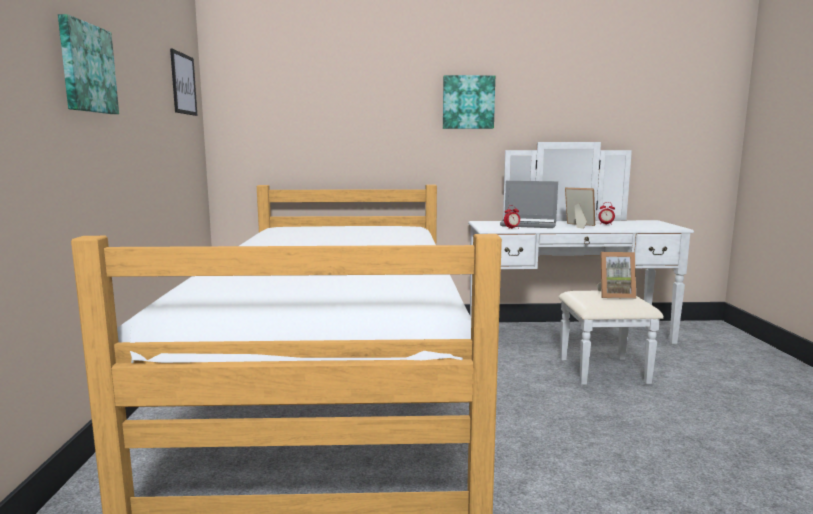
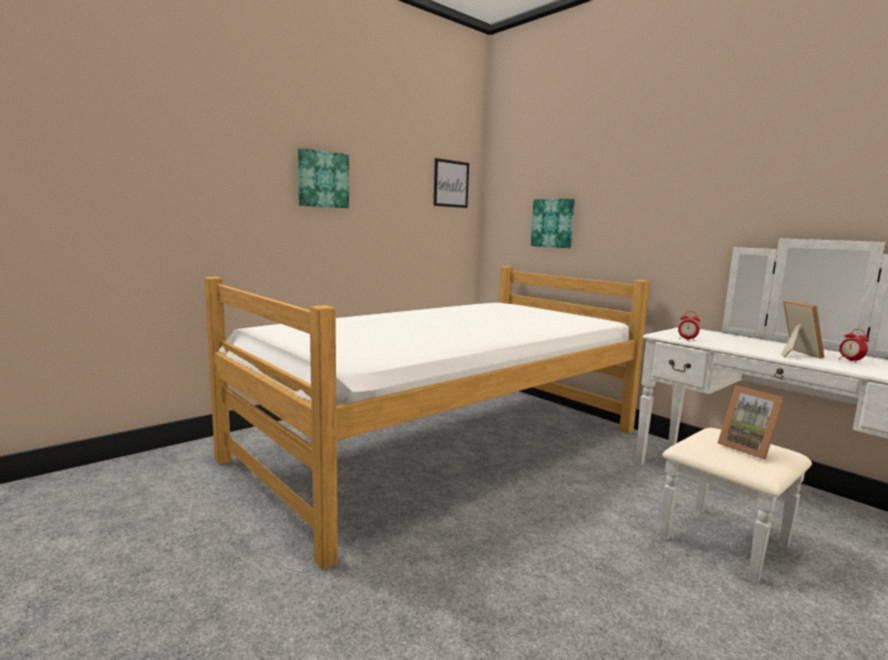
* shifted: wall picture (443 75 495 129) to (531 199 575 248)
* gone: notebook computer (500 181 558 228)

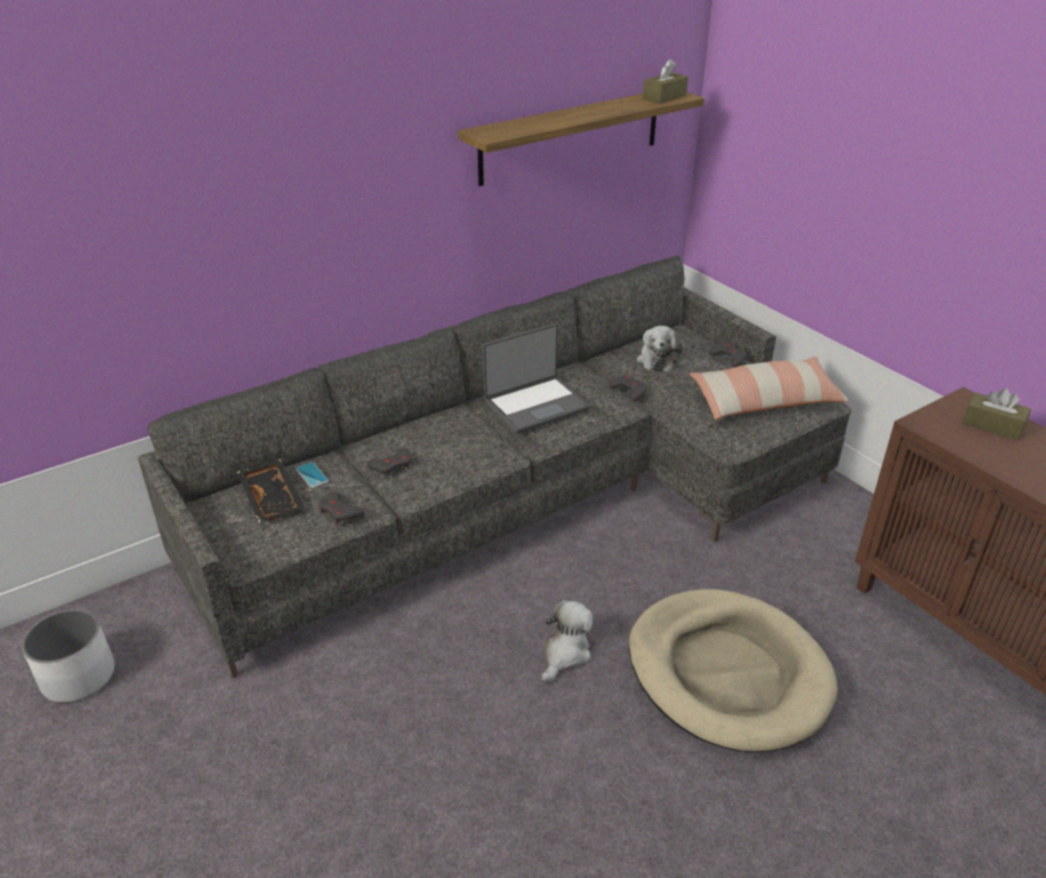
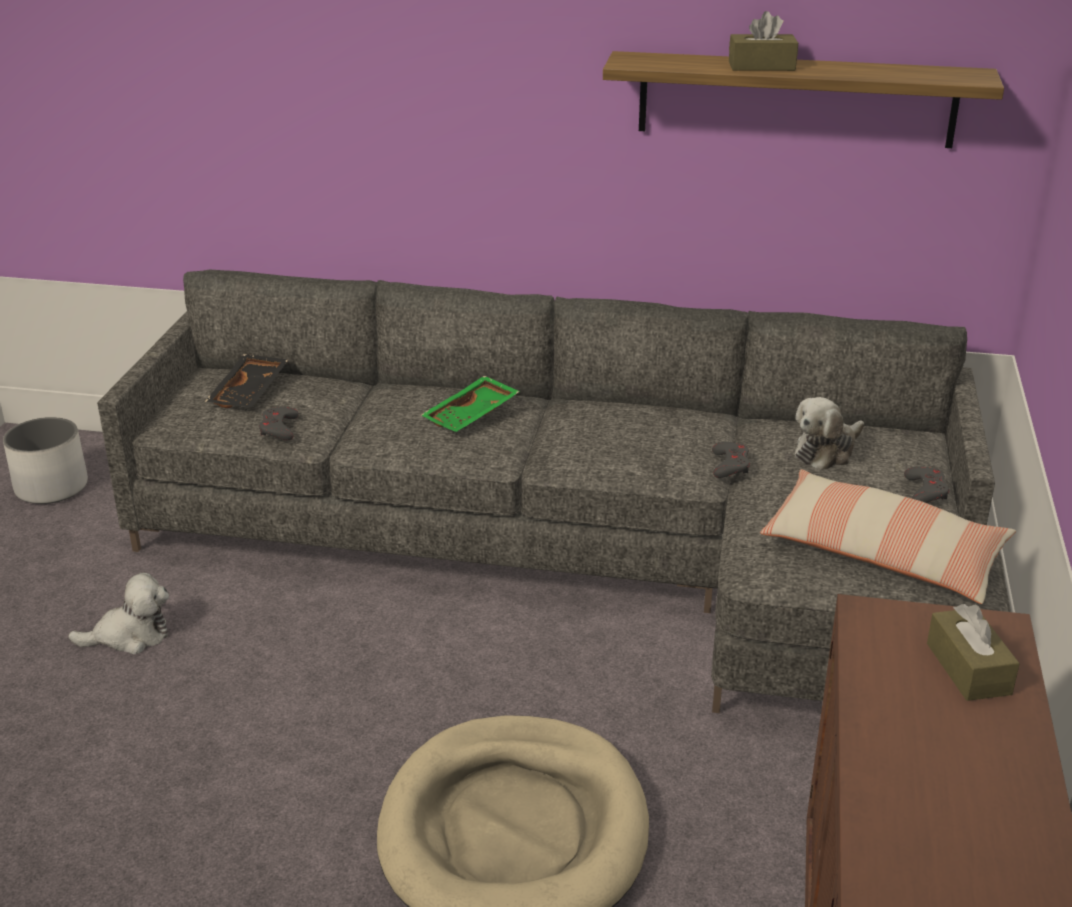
* gone: handset (296 462 329 488)
* gone: joypad/greyish (367 448 412 476)
* gone: notebook computer (483 323 589 434)
* shifted: soft toy (542 600 593 683) to (68 573 169 654)
* shifted: tissue box/brown (643 59 688 104) to (729 11 798 71)
* new: carrying tray/greenish (421 376 520 432)

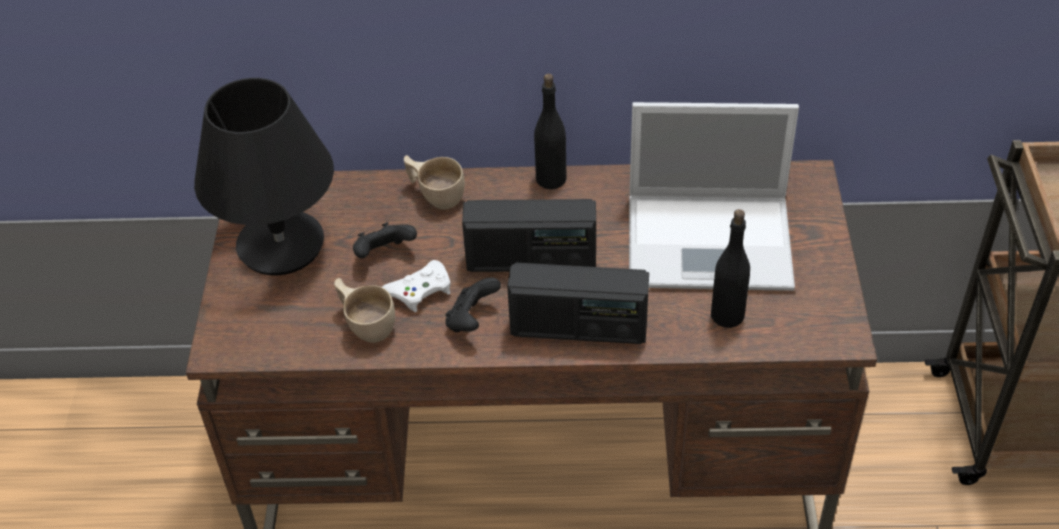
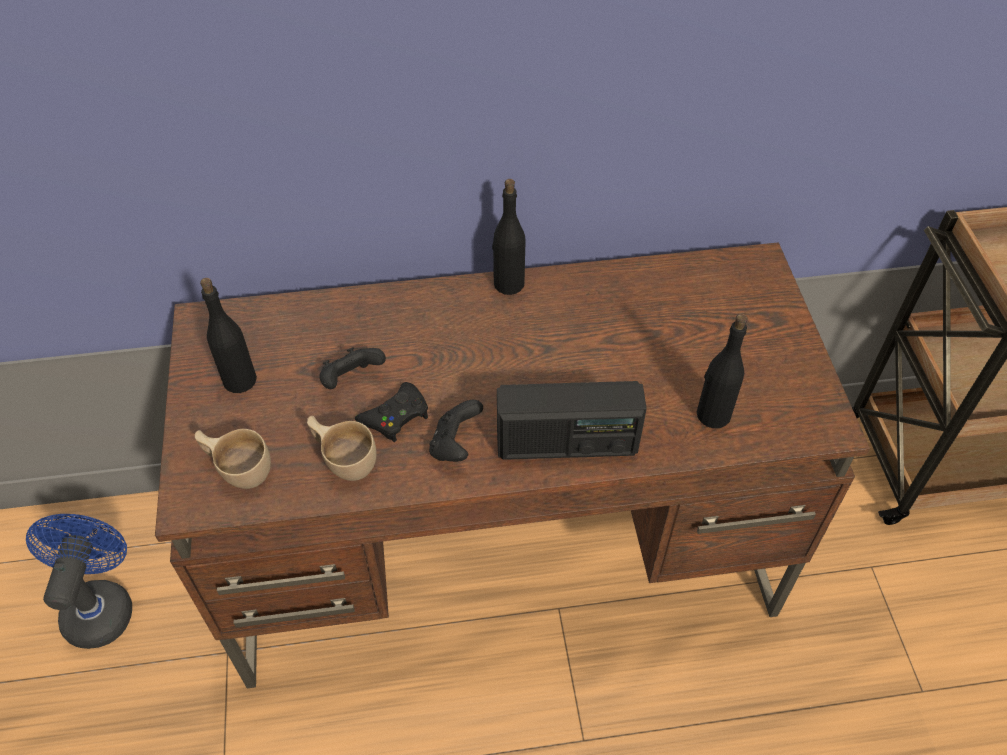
* swapped: table lamp/blackish (194 78 334 275) to beverage bottle/blackish (200 278 257 393)
* repainted: joypad/white (382 260 451 312) to joypad/blackish (355 382 428 442)
* shifted: cup/beige (404 155 465 209) to (195 429 271 489)
* gone: radio set (462 199 596 272)
* gone: notebook computer (629 102 799 291)
* new: fan/blue (26 514 132 649)

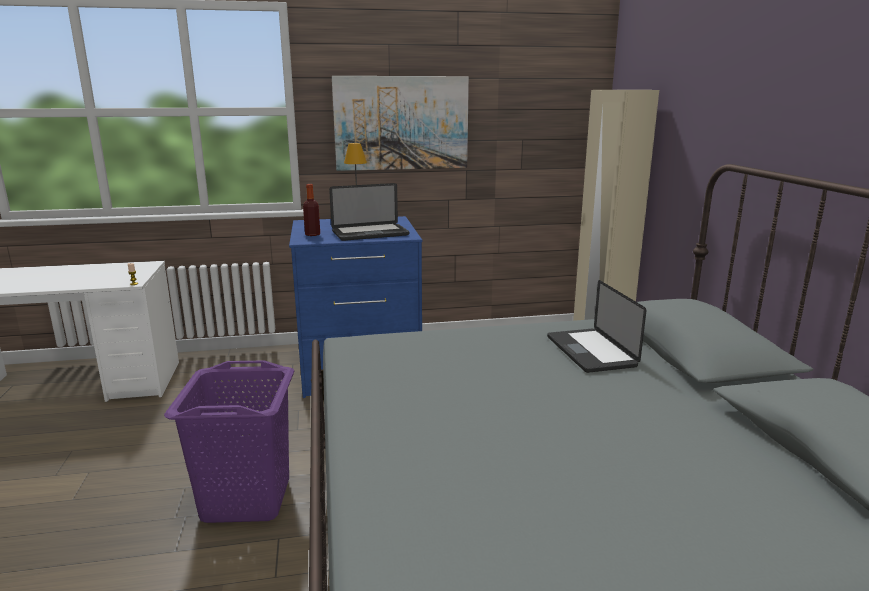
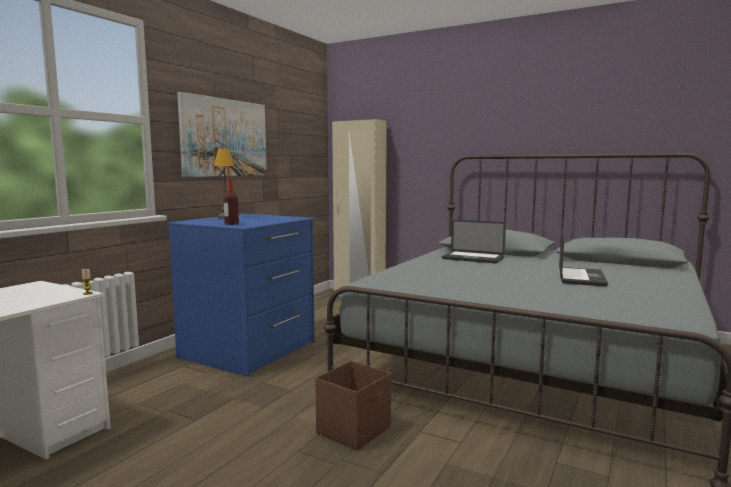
* swapped: hamper/purplish (164 360 294 523) to storage container/brown (315 361 391 450)
* shifted: notebook computer (329 183 410 241) to (559 230 608 286)

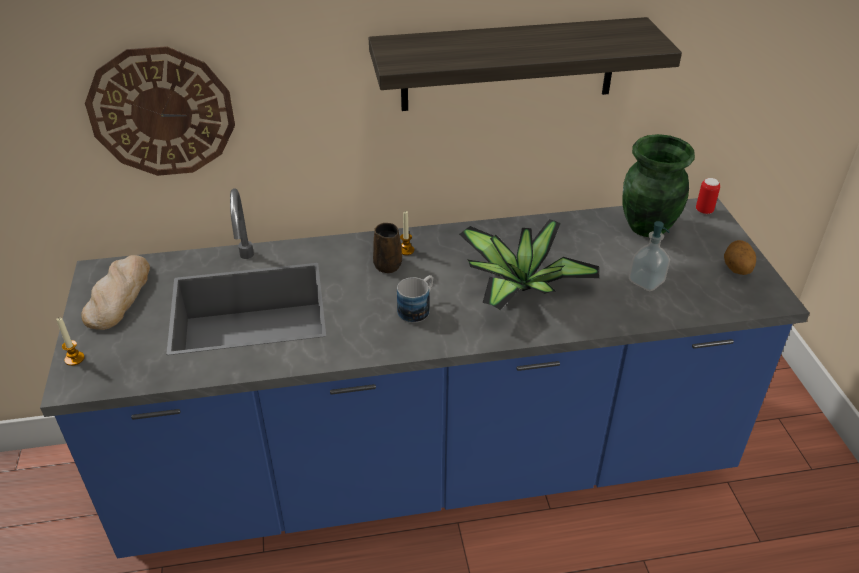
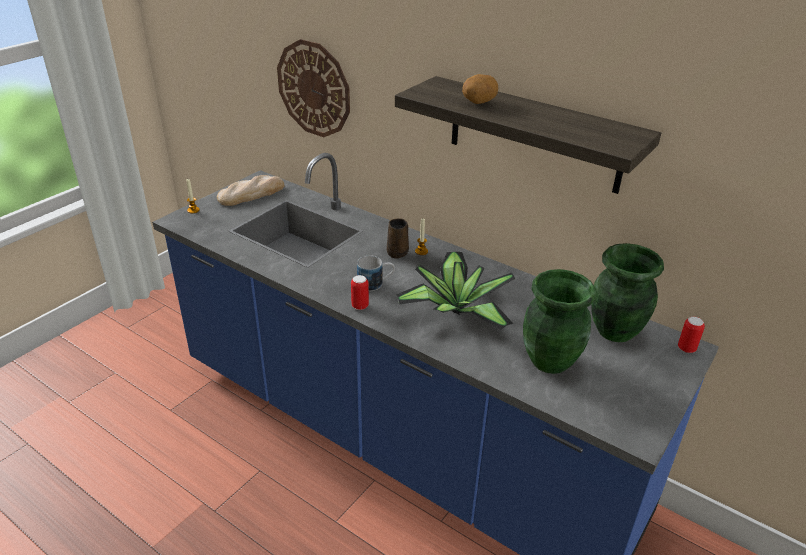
* swapped: liquid soap bottle (629 221 670 291) to flower vase/greenish (523 269 596 374)
* shifted: spud (724 240 756 275) to (462 74 498 104)
* new: metal can (351 275 369 310)

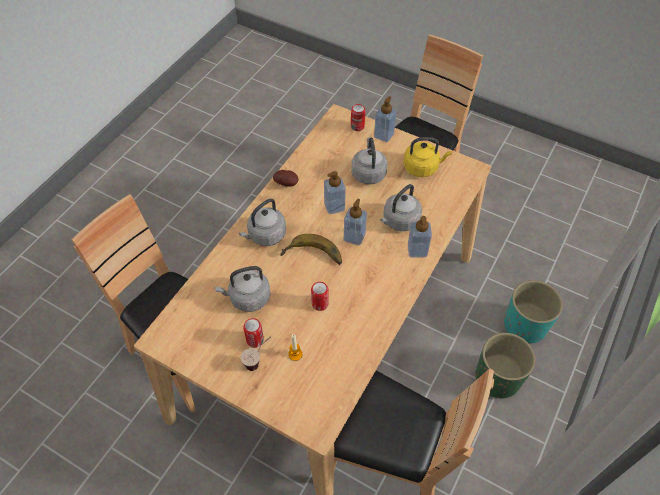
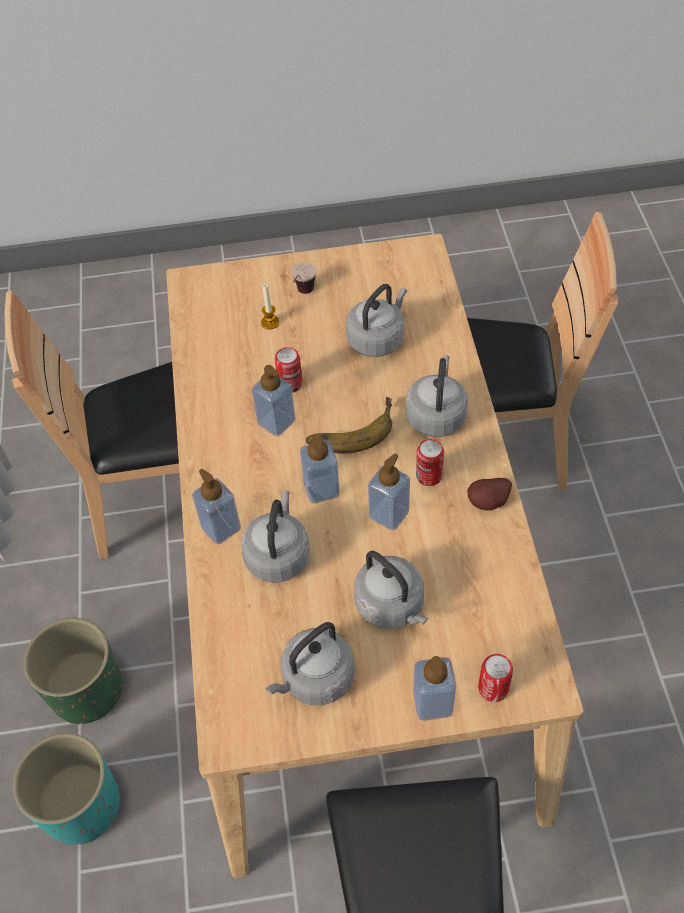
* shifted: metal can (243 318 264 348) to (416 439 444 486)
* repainted: kettle/yellow-coloured (404 137 452 177) to kettle/greyish (265 622 354 705)
* new: liquid soap bottle (252 365 295 436)

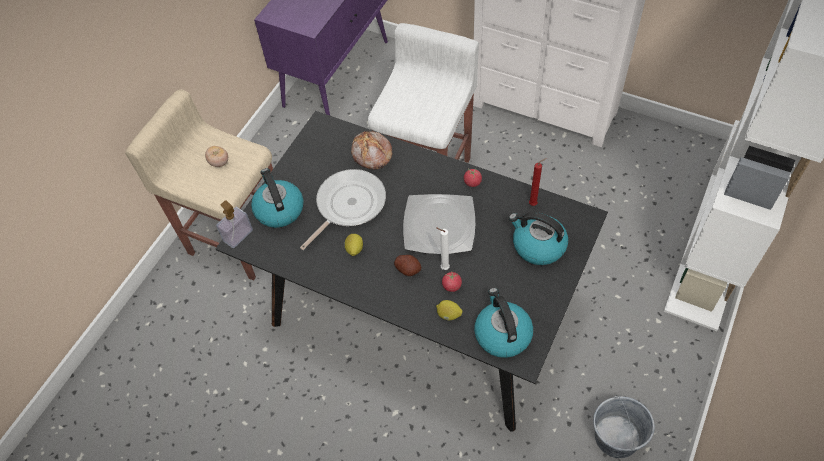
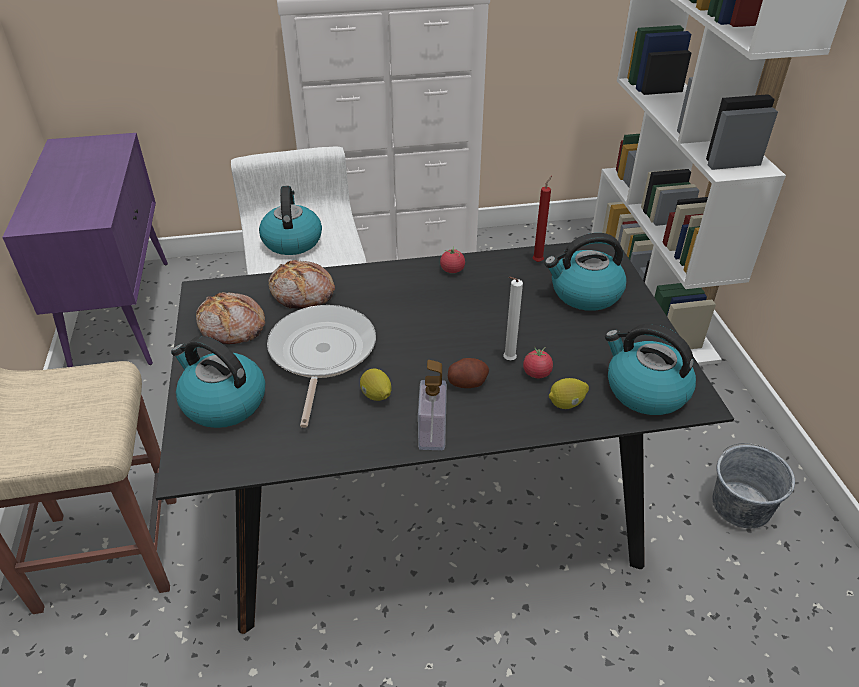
* gone: whole tomato (205 146 228 167)
* shifted: liquid soap bottle (216 200 253 248) to (418 360 447 450)
* gone: plate (403 194 476 254)
* new: bread (196 292 266 344)
* new: kettle (259 186 322 255)

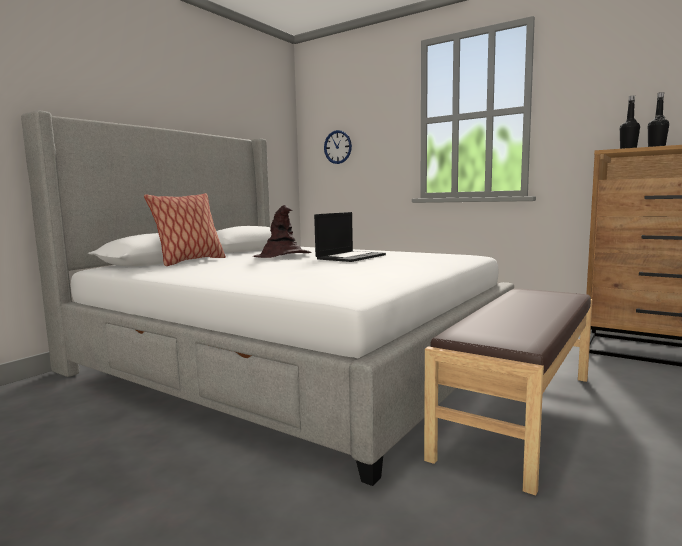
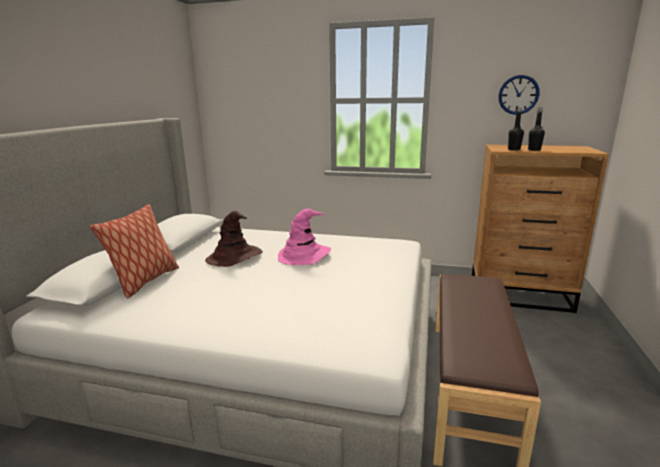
* swapped: notebook computer (314 212 386 262) to clothing hat/pinkish (278 209 331 265)
* shifted: clock on the wall (324 130 352 164) to (498 75 540 115)

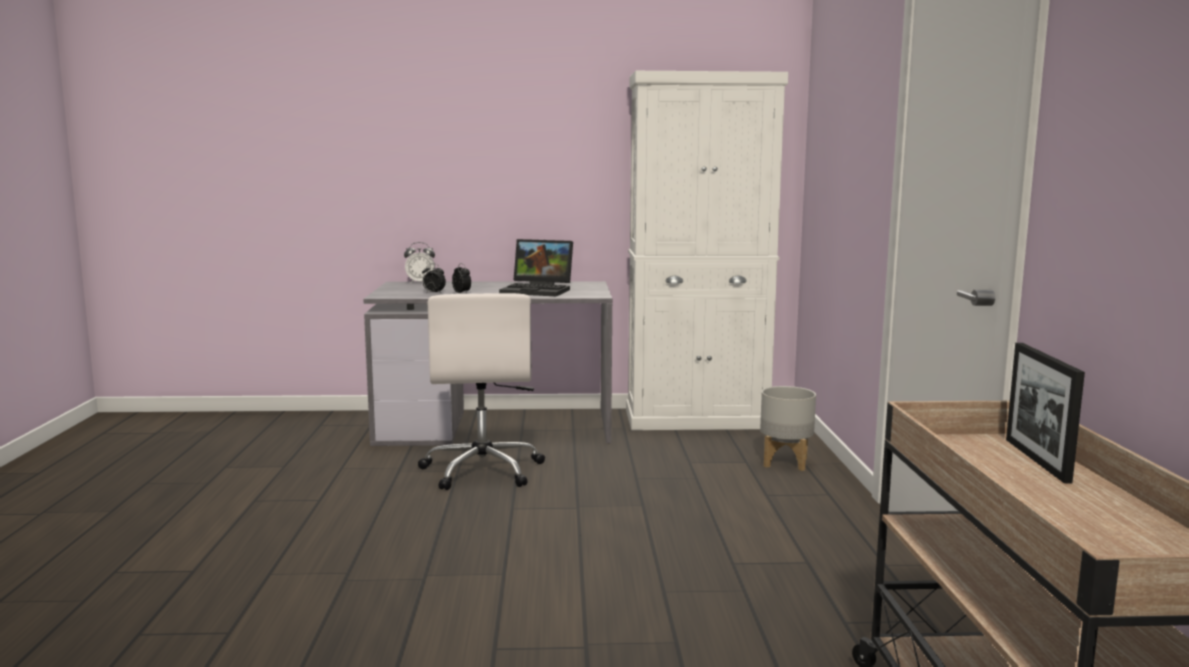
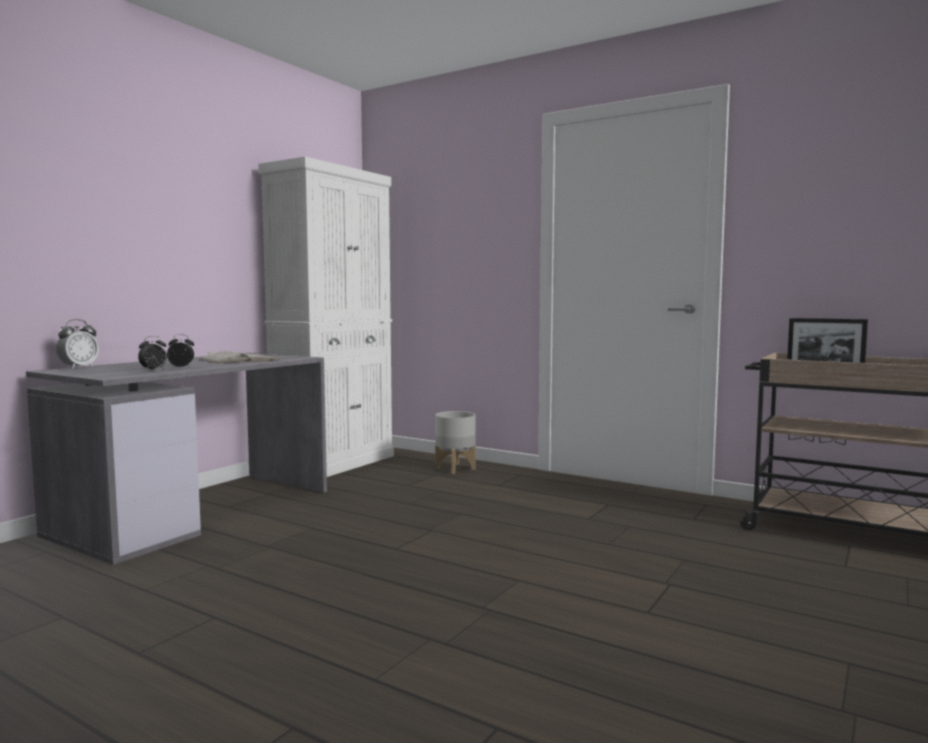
* gone: office chair/white (418 293 545 490)
* swapped: notebook computer (499 239 573 296) to book/white (199 351 280 363)

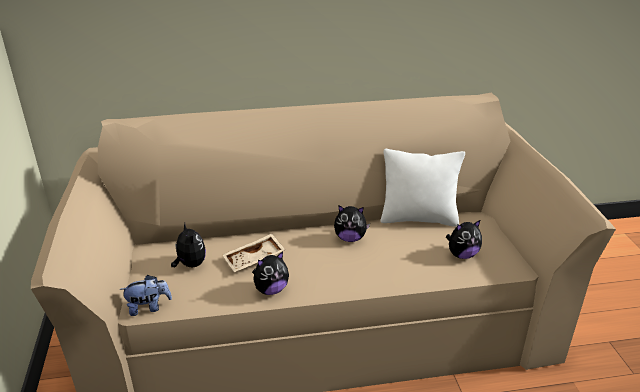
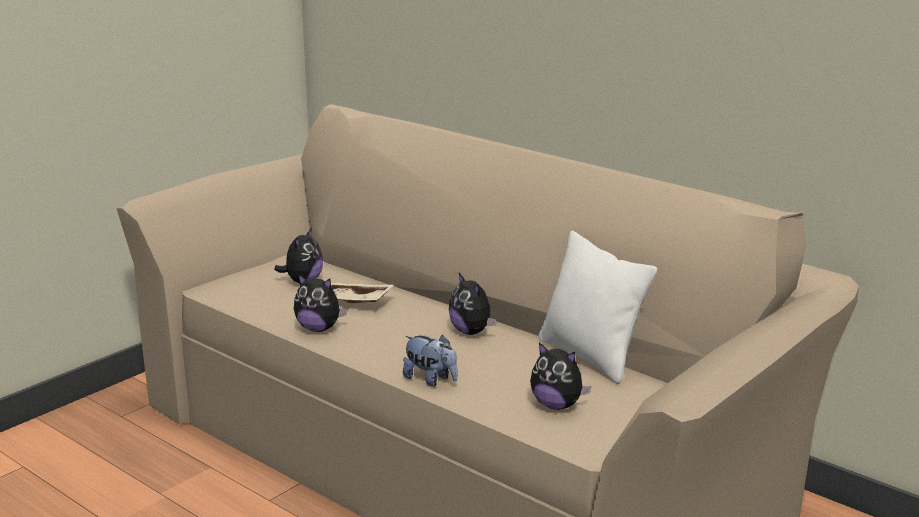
* shifted: soft toy (119 275 172 316) to (403 335 458 386)

